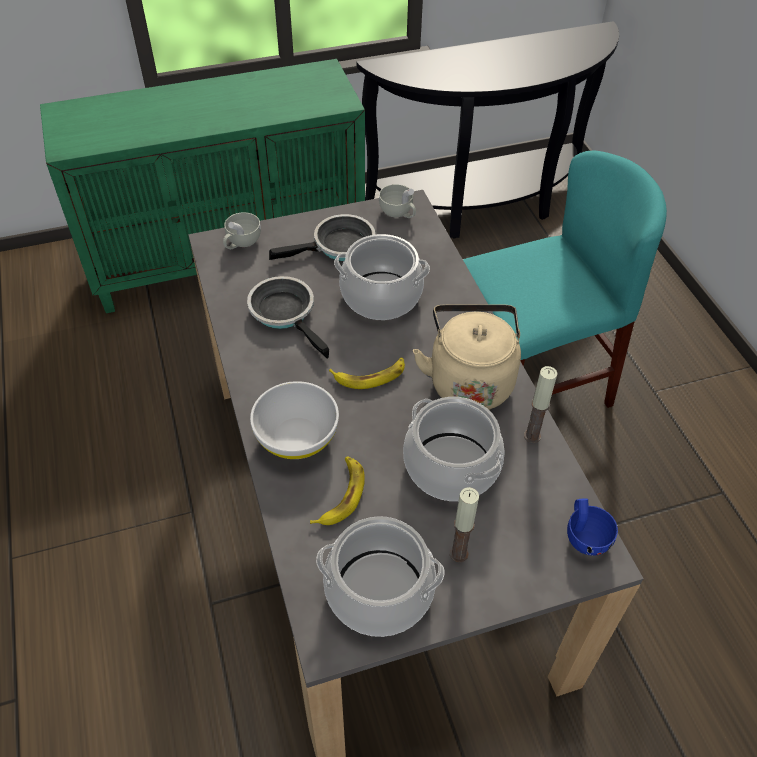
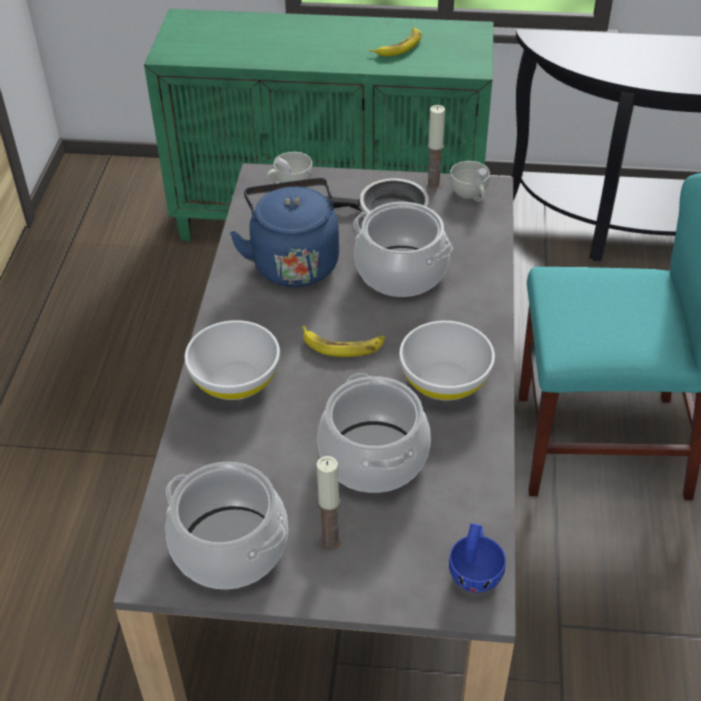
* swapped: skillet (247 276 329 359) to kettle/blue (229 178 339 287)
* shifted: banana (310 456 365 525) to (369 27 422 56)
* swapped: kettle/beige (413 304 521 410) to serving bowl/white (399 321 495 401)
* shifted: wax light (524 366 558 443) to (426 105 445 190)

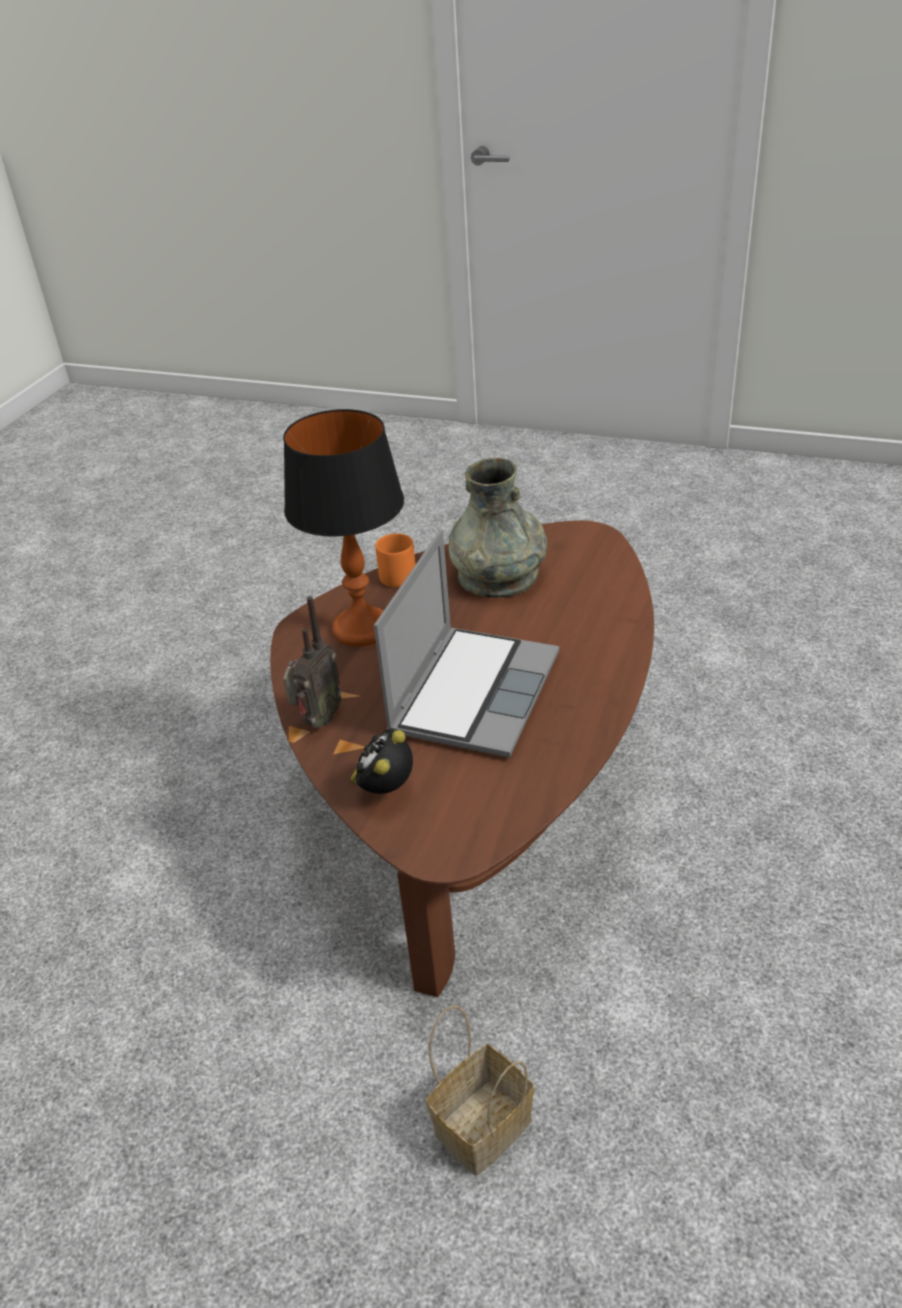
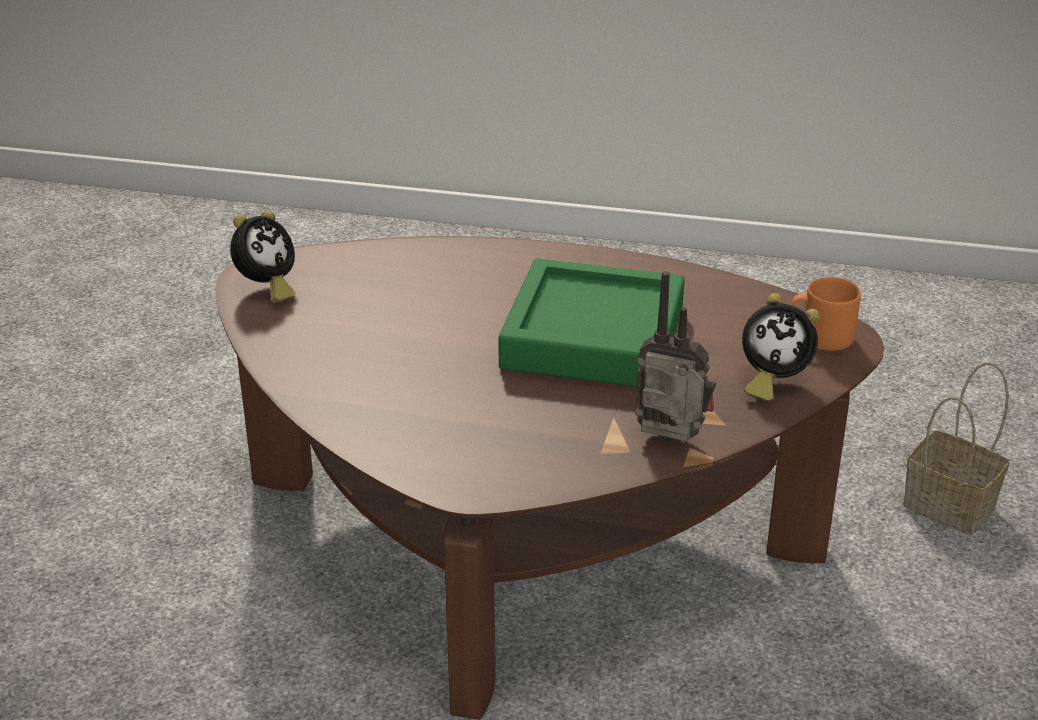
* gone: table lamp (283 409 404 647)
* swapped: notebook computer (374 530 559 758) to carrying tray/greenish (498 258 685 387)
* shifted: tea mug/orange (375 533 416 587) to (791 277 861 351)
* gone: flower vase/greyish (449 458 547 598)
* new: alarm clock (230 210 296 303)

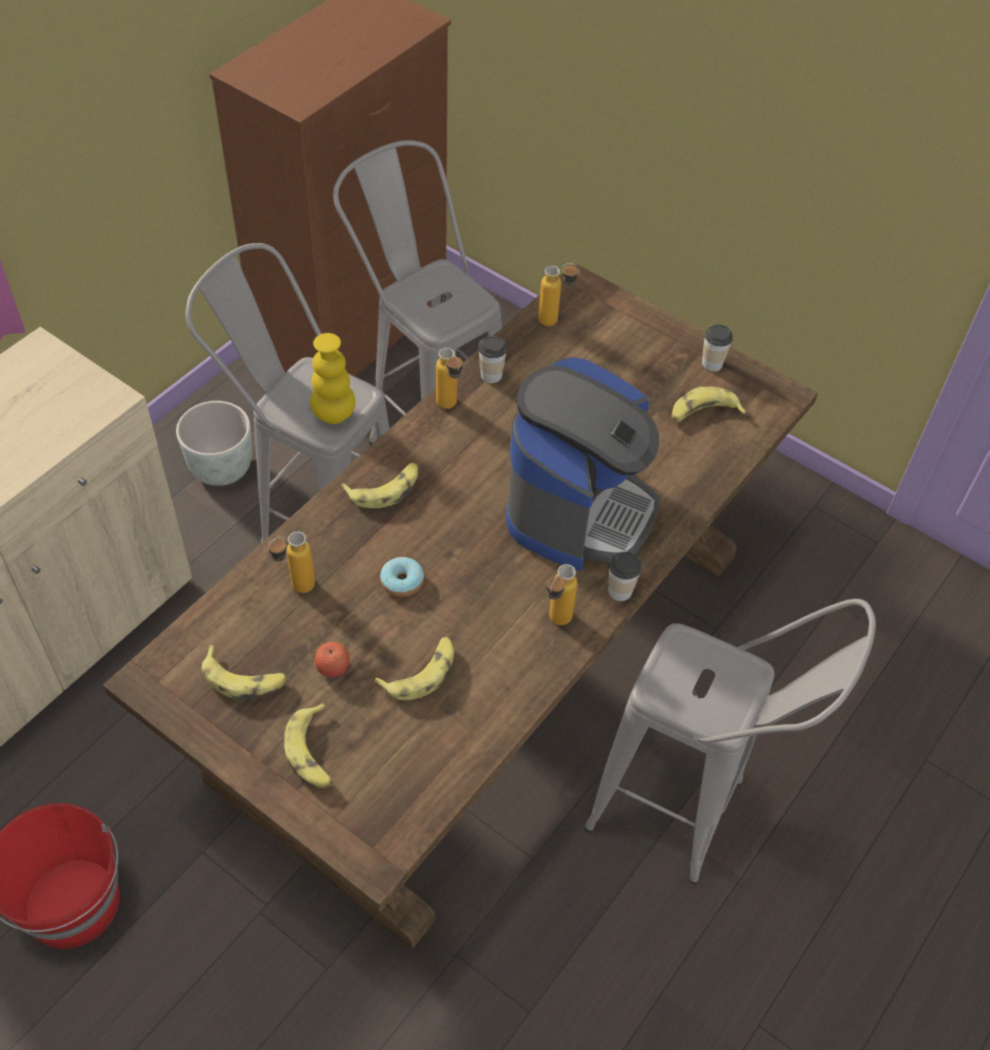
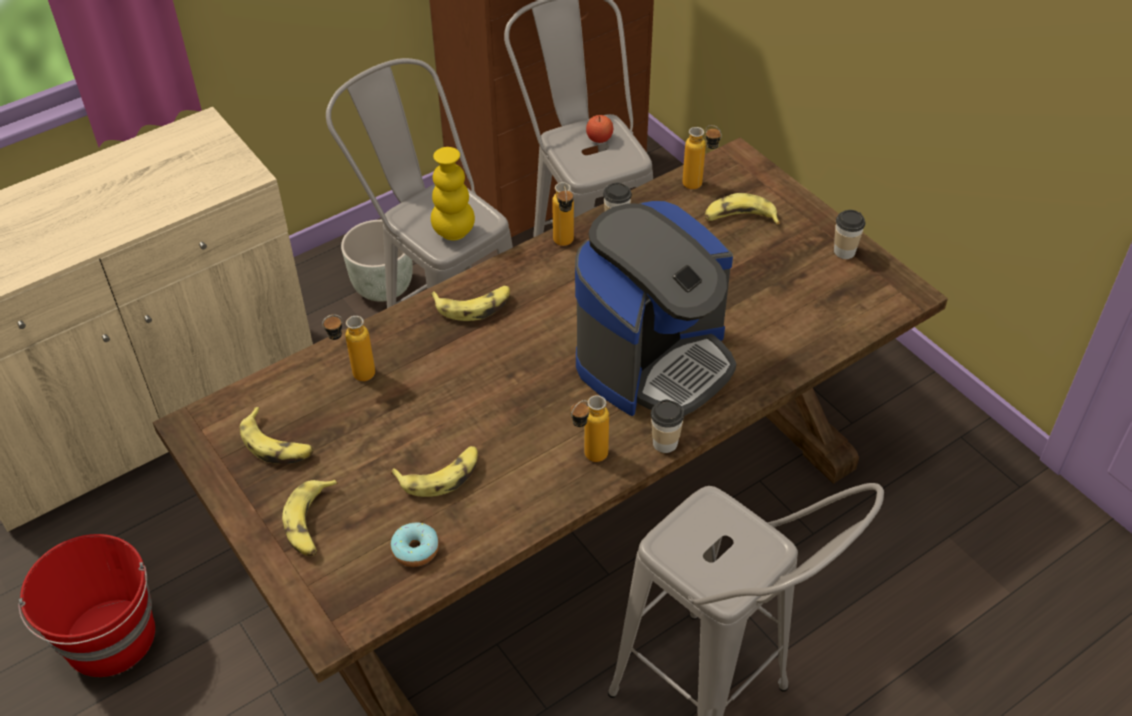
* shifted: whole apple (315 642 350 677) to (586 115 613 143)
* shifted: ring doughnut (380 557 424 597) to (391 522 439 567)
* shifted: banana (672 387 747 423) to (705 193 780 225)

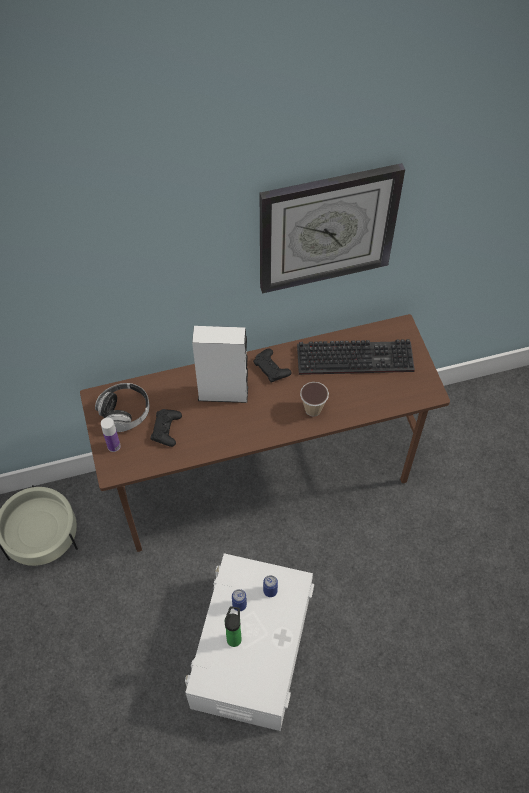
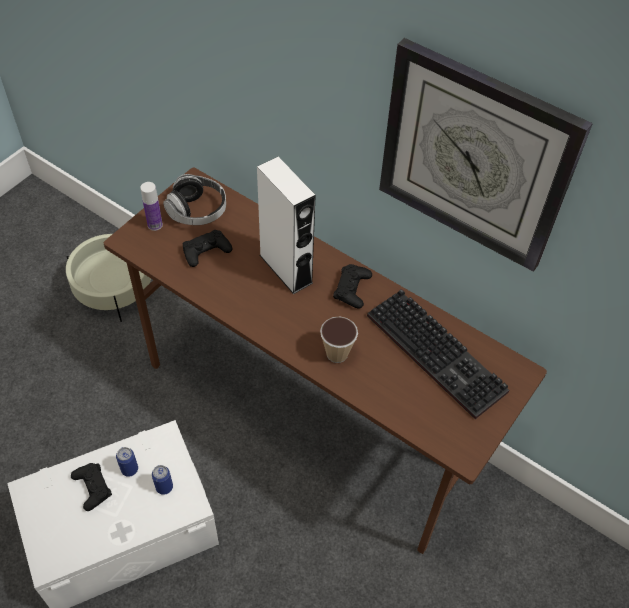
* swapped: beverage bottle (225 606 242 647) to joypad/blackish (71 463 112 511)

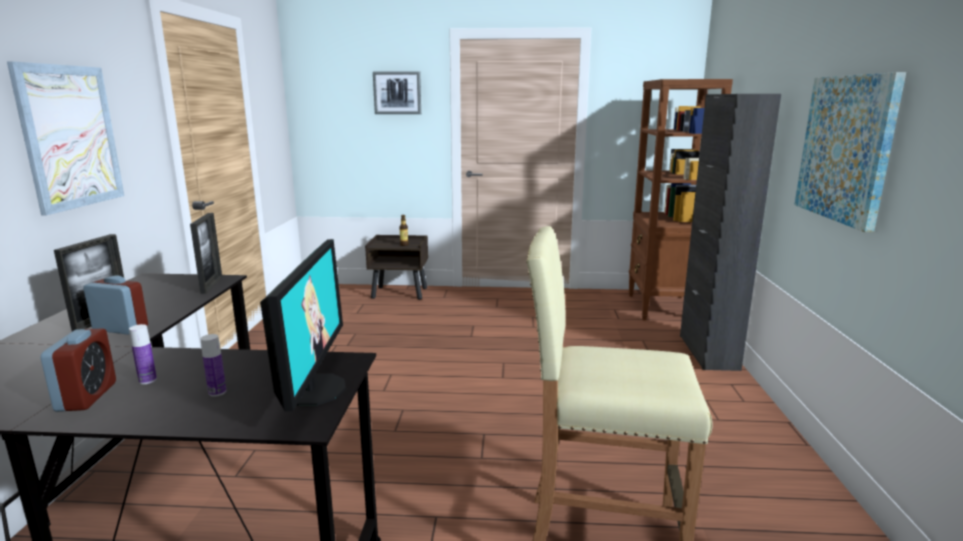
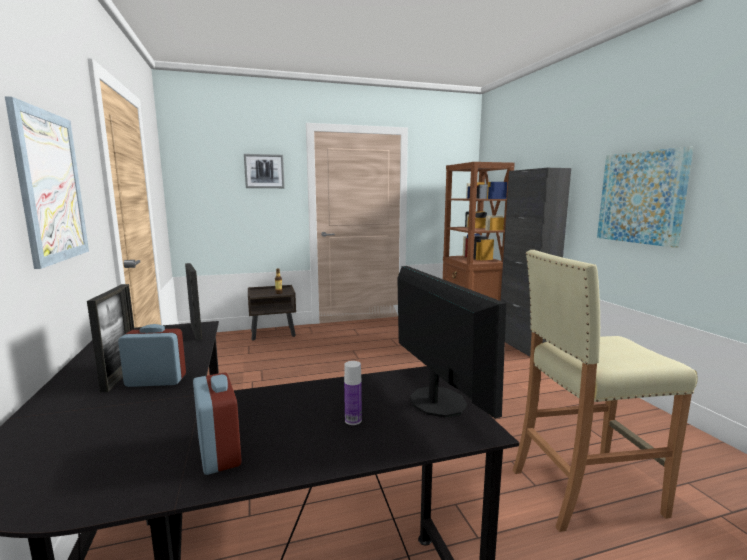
* gone: beverage bottle (129 324 157 384)

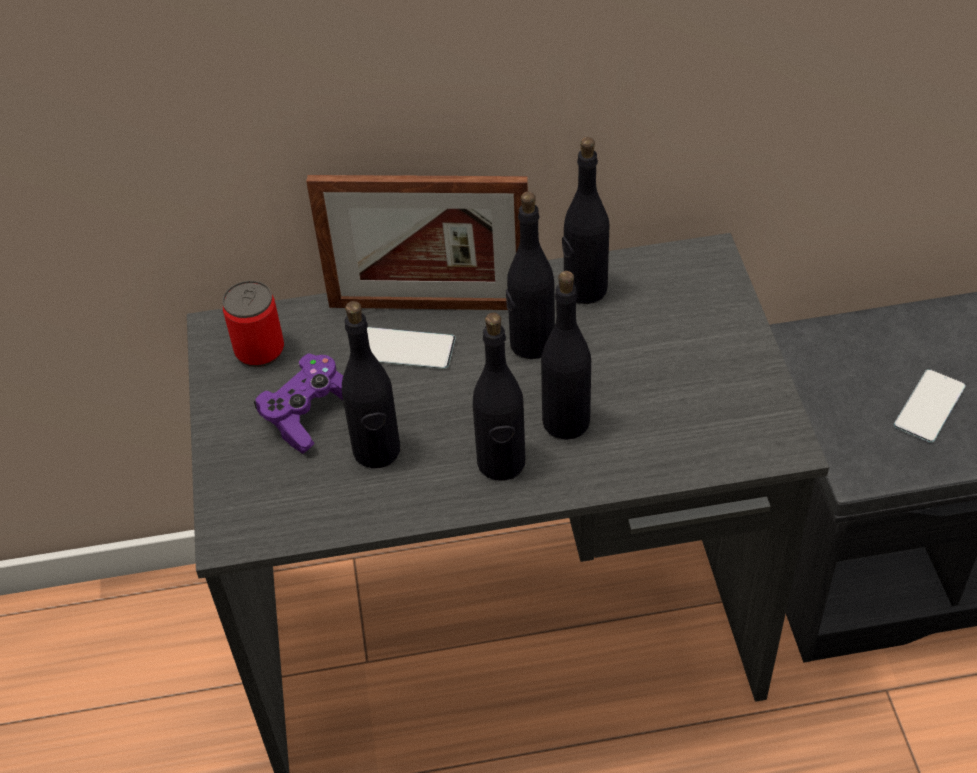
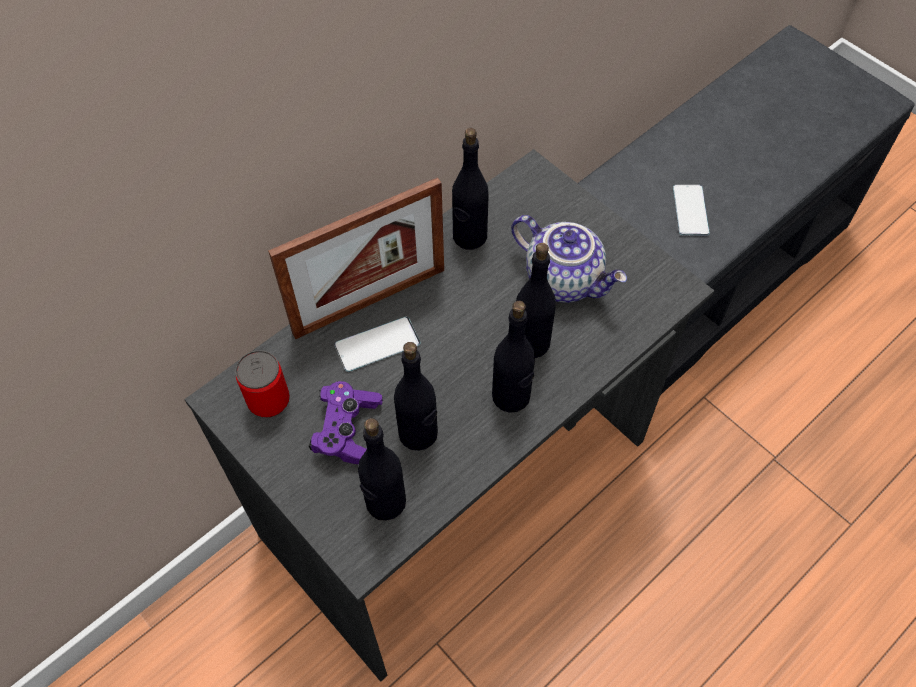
* shifted: beverage bottle/blackish (506 192 555 359) to (358 418 406 521)
* new: tea pot (511 215 627 303)

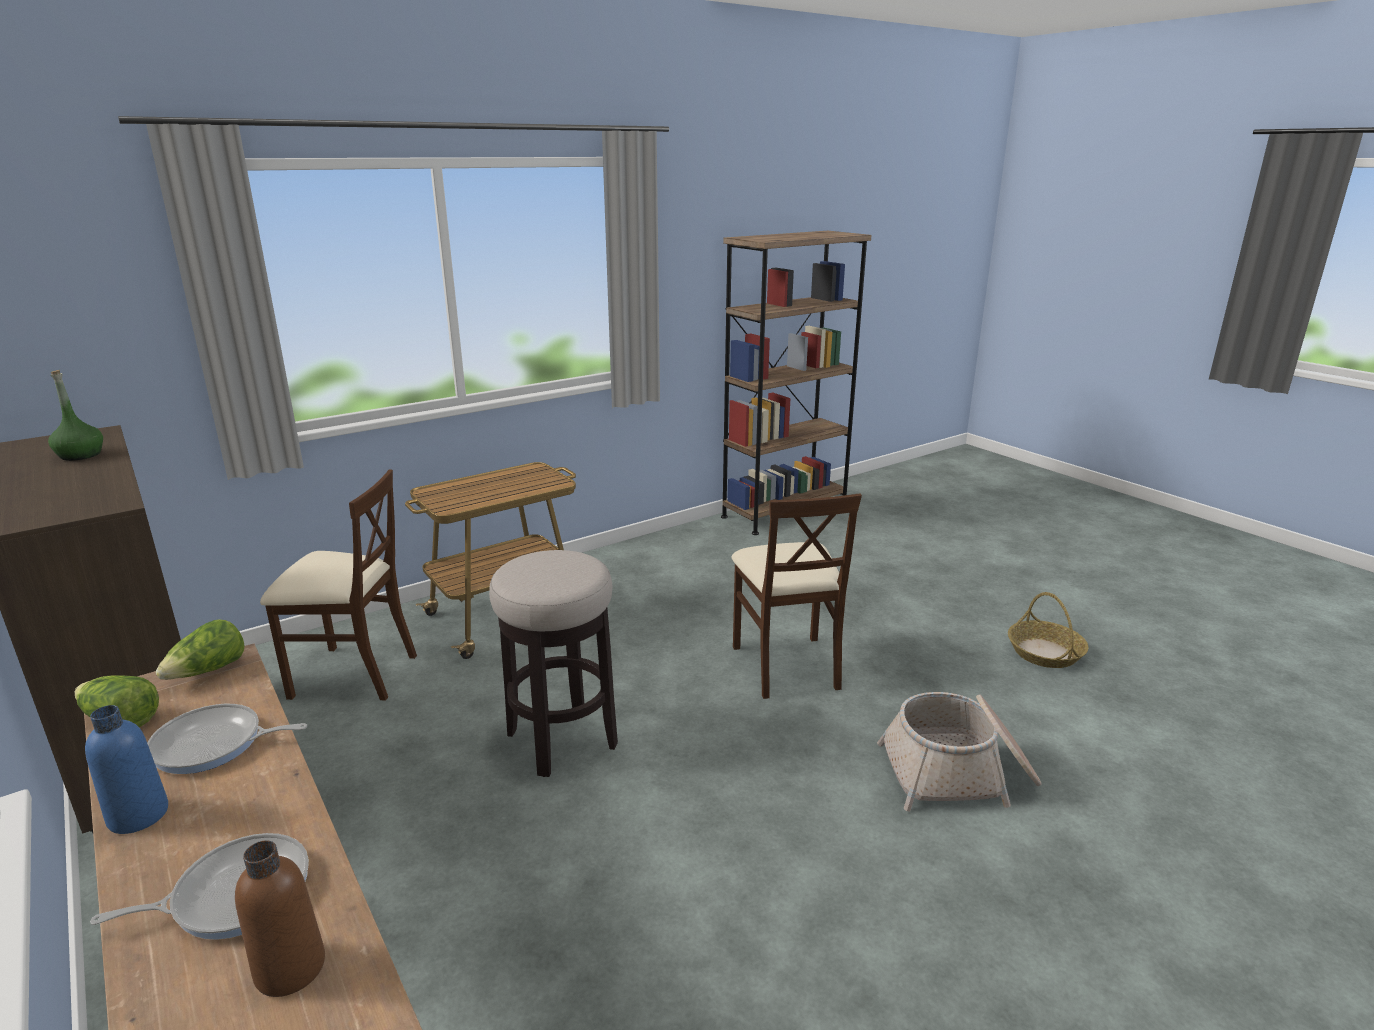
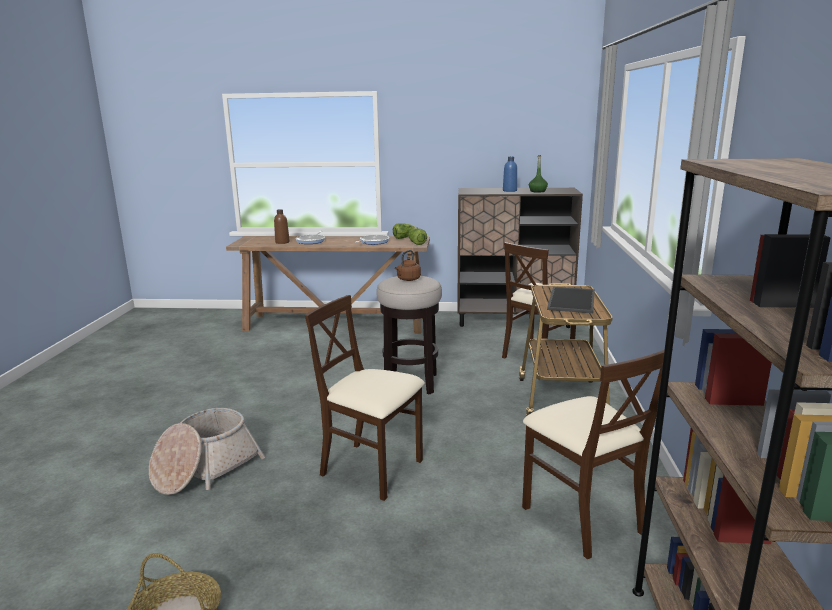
* shifted: beverage bottle/blue (85 705 168 834) to (503 157 517 192)
* new: kettle/brown (395 250 421 281)
* new: upright chair/beige (522 349 673 559)
* new: carrying tray (547 287 595 313)

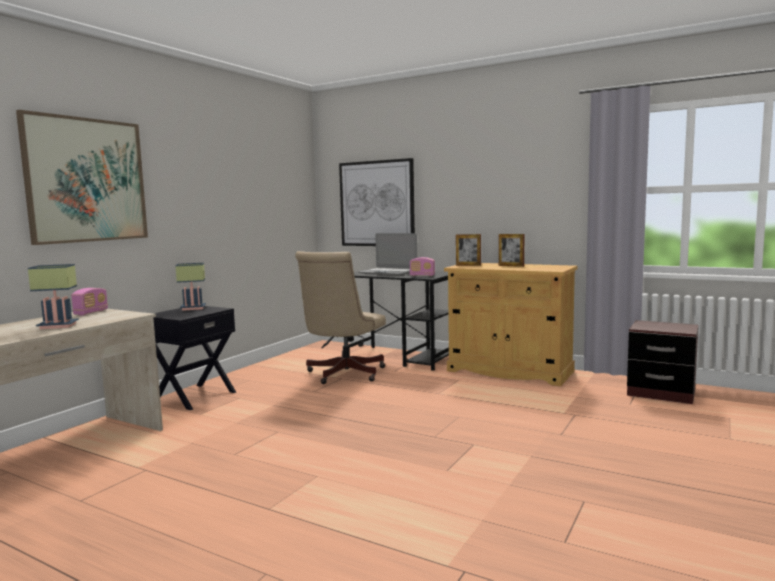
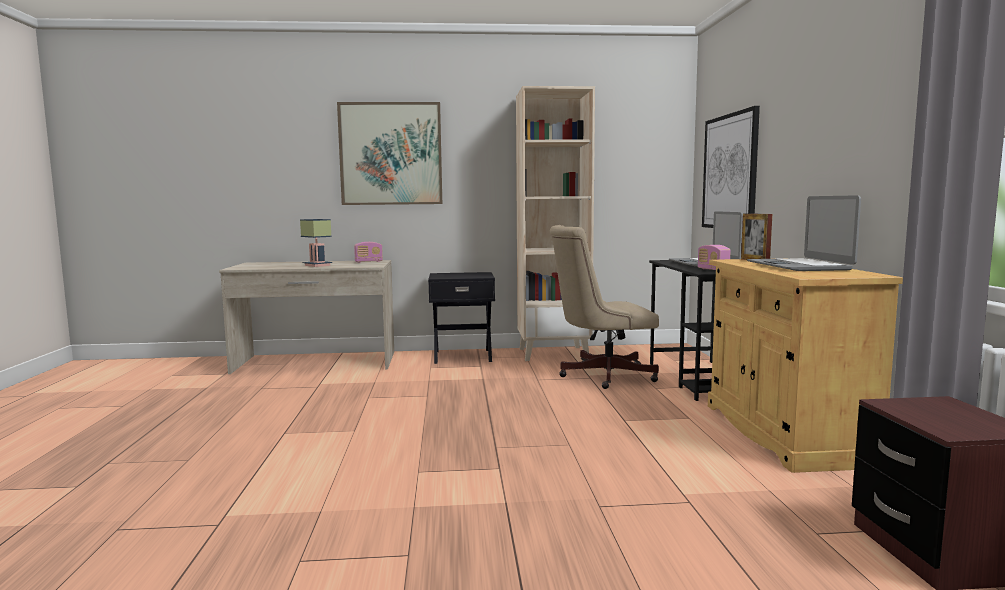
* gone: table lamp (175 263 206 311)
* swapped: picture frame (499 234 524 267) to notebook computer (747 195 861 271)
* new: bookcase/beige (516 86 595 361)

